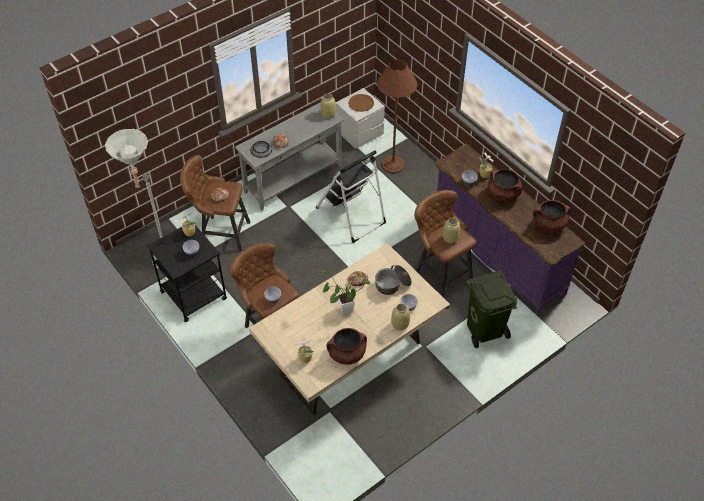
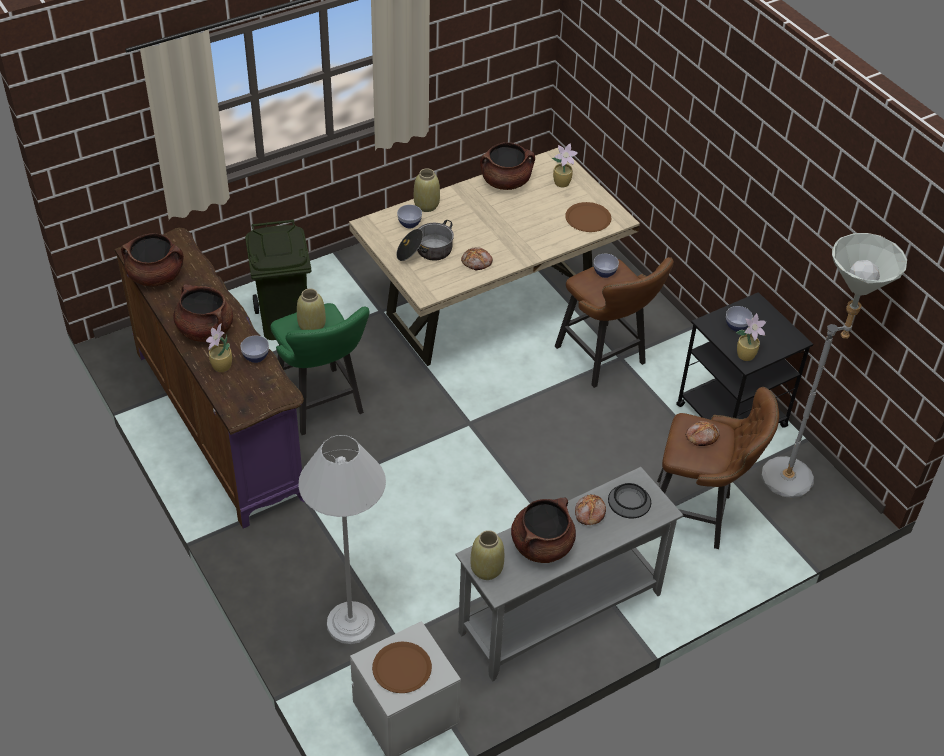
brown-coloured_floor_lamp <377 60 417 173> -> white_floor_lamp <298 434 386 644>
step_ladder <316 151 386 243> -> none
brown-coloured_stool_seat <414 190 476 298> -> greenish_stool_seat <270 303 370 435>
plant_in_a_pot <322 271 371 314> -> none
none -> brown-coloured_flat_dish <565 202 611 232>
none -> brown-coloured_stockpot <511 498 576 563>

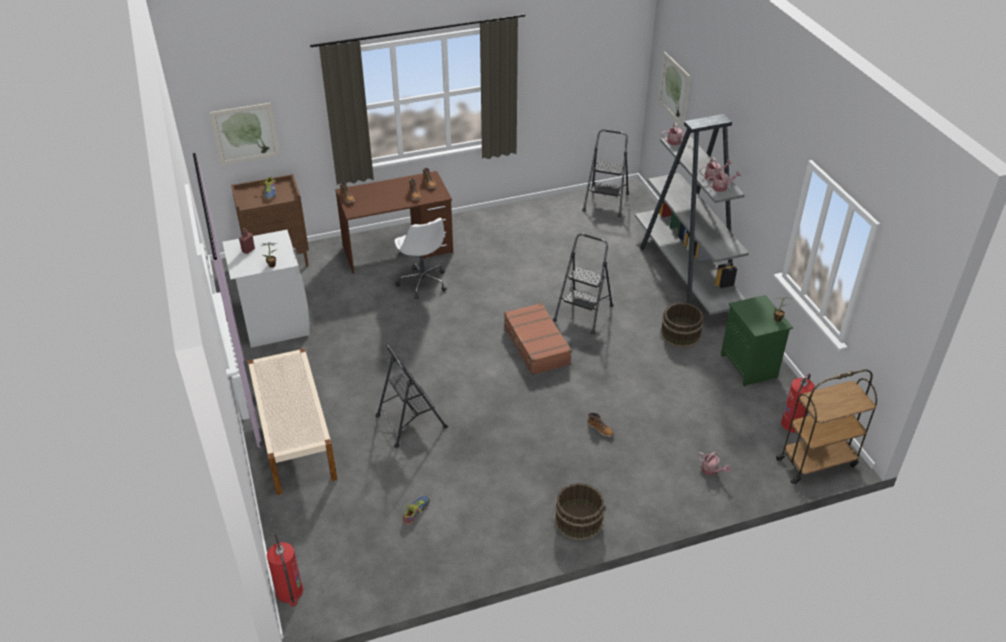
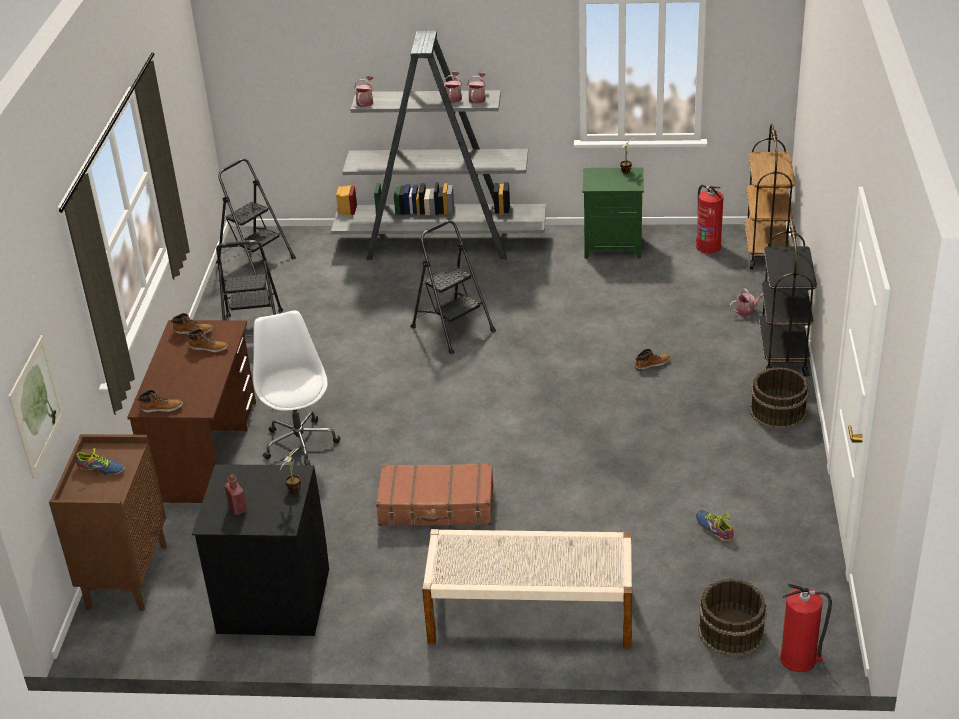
wall_picture <658 52 690 128> -> none
white_office_chair <394 218 447 299> -> white_office_chair <253 310 340 465>, 105 degrees counterclockwise
white_washing_machine <223 230 310 348> -> black_washing_machine <192 464 329 636>
brown-coloured_water_bucket <660 302 704 348> -> brown-coloured_water_bucket <698 579 767 657>, move
brown-coloured_travel_case <504 303 572 375> -> brown-coloured_travel_case <376 463 493 526>, move
black_step_ladder <375 344 448 448> -> black_step_ladder <216 240 283 337>, move
none -> black_trolley <759 217 817 377>

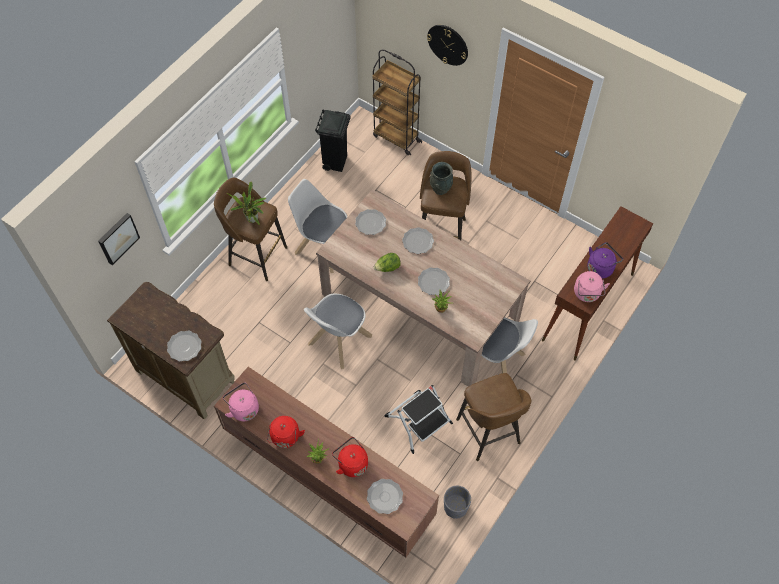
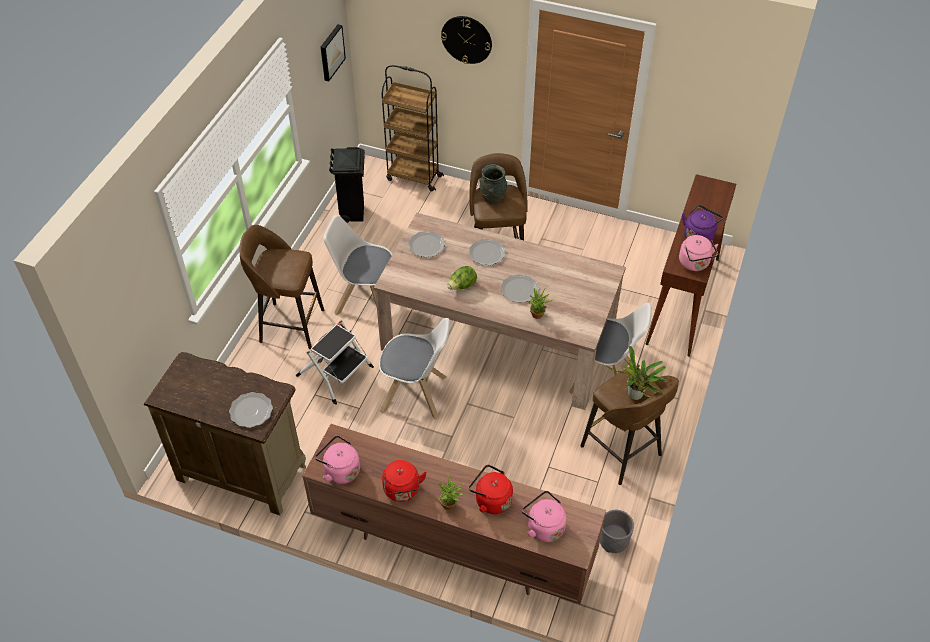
plant_in_a_pot <227 182 266 225> -> plant_in_a_pot <606 346 667 400>, move
wall_picture <98 213 140 265> -> wall_picture <321 24 346 81>, move
chair <304 294 372 369> -> chair <379 318 450 420>, 105 degrees counterclockwise
step_ladder <384 385 453 454> -> step_ladder <296 320 374 405>, move
flat_dish <367 479 403 514> -> pink_kettle <522 491 566 542>

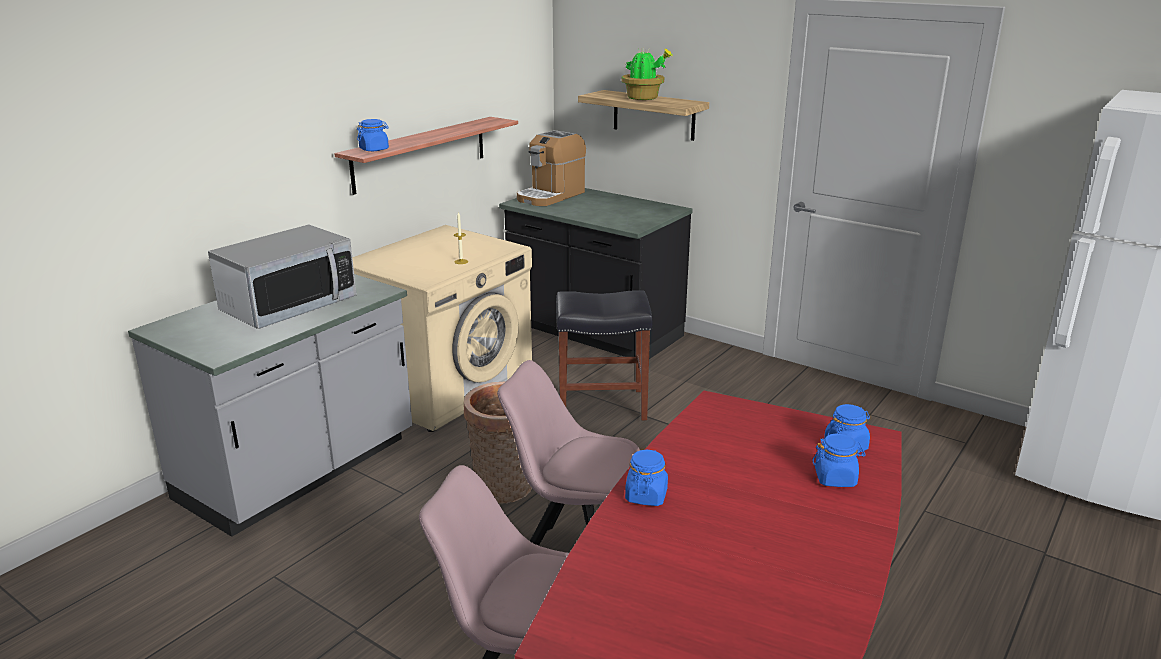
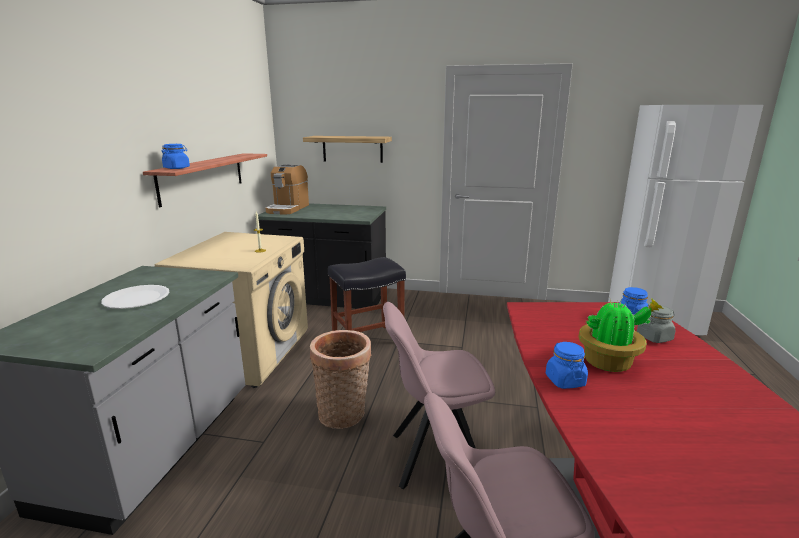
plant_in_a_pot <621 48 672 100> -> plant_in_a_pot <578 298 664 372>, move
microwave_oven <208 224 356 329> -> white_flat_dish <101 285 170 309>
blue_preserve_jar <812 434 866 487> -> grey_preserve_jar <637 305 675 343>

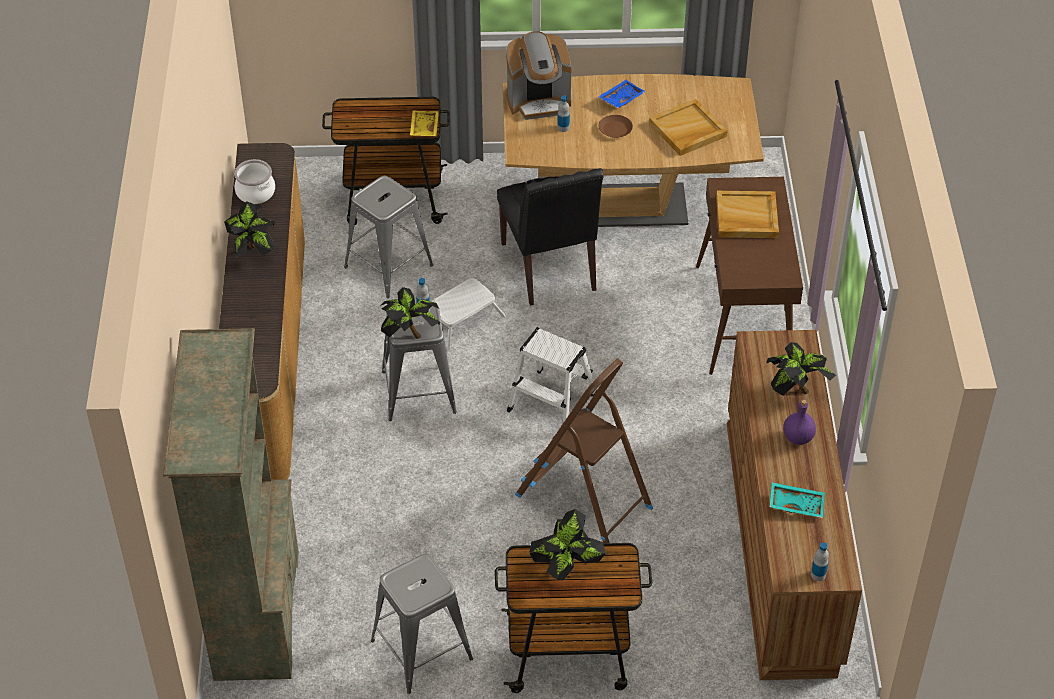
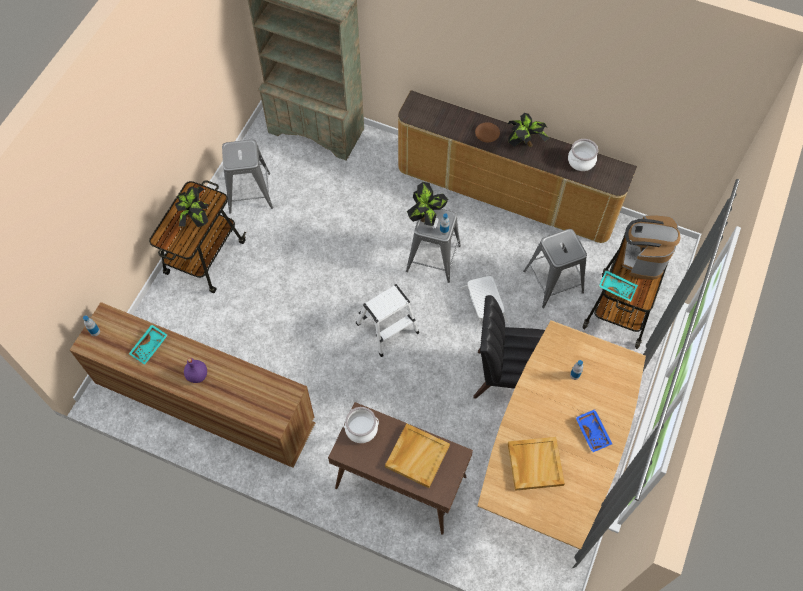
coffee_brewer <506 31 572 120> -> coffee_brewer <622 215 680 280>, move
yellow_tray <410 110 439 137> -> turquoise-coloured_tray <599 270 638 302>
brown-coloured_flat_dish <598 115 633 138> -> brown-coloured_flat_dish <475 122 500 142>, move
plant_in_a_pot <766 342 836 396> -> none
brown-coloured_step_ladder <515 358 653 543> -> none
none -> stockpot <343 407 379 443>

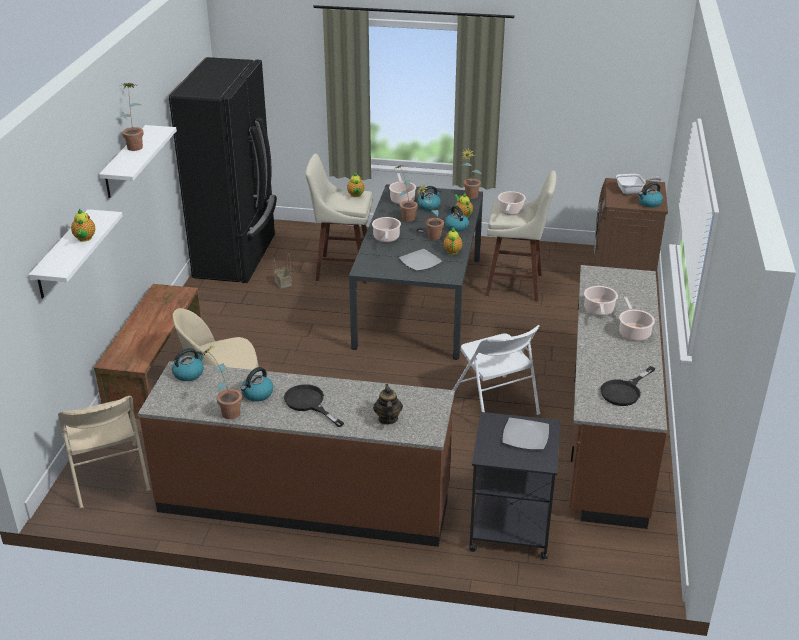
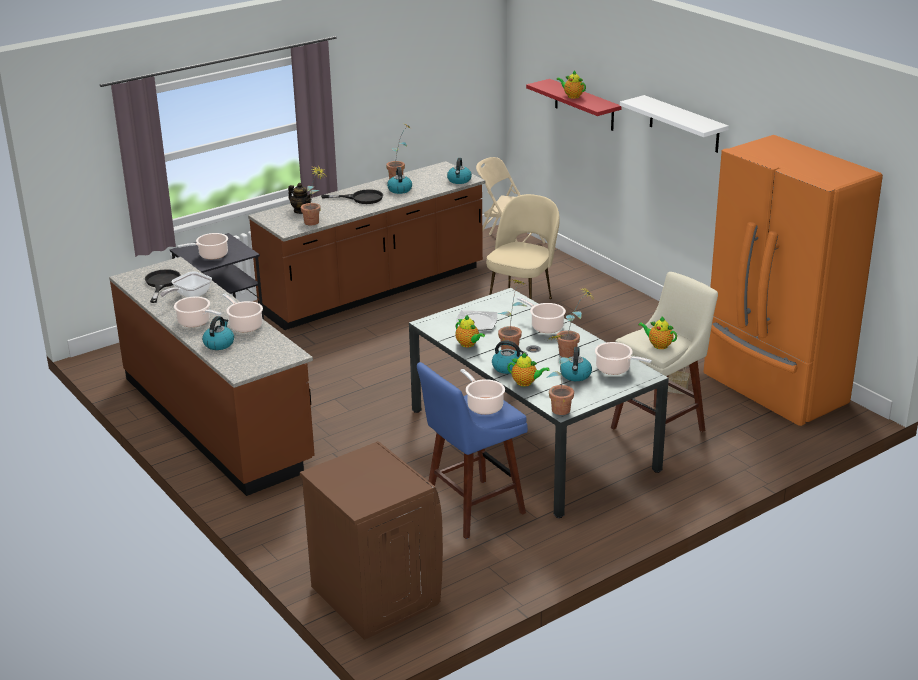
black_kitchen_fridge <169 57 277 283> -> orange_kitchen_fridge <704 135 883 426>
plant_in_a_pot <118 83 143 151> -> plant_in_a_pot <300 167 326 225>, move
beige-coloured_stool_seat <485 171 556 301> -> blue_stool_seat <417 362 528 539>
pan <616 174 662 194> -> pan <160 271 212 297>, move
kettle <639 182 663 208> -> kettle <202 316 234 350>, move
white_bracket_shelf <29 209 123 299> -> reddish_bracket_shelf <526 79 622 131>
brown-coloured_long_seat <94 284 202 418> -> none
white_chair <452 325 540 415> -> none
flat_dish <502 418 549 450> -> stockpot <178 233 228 259>

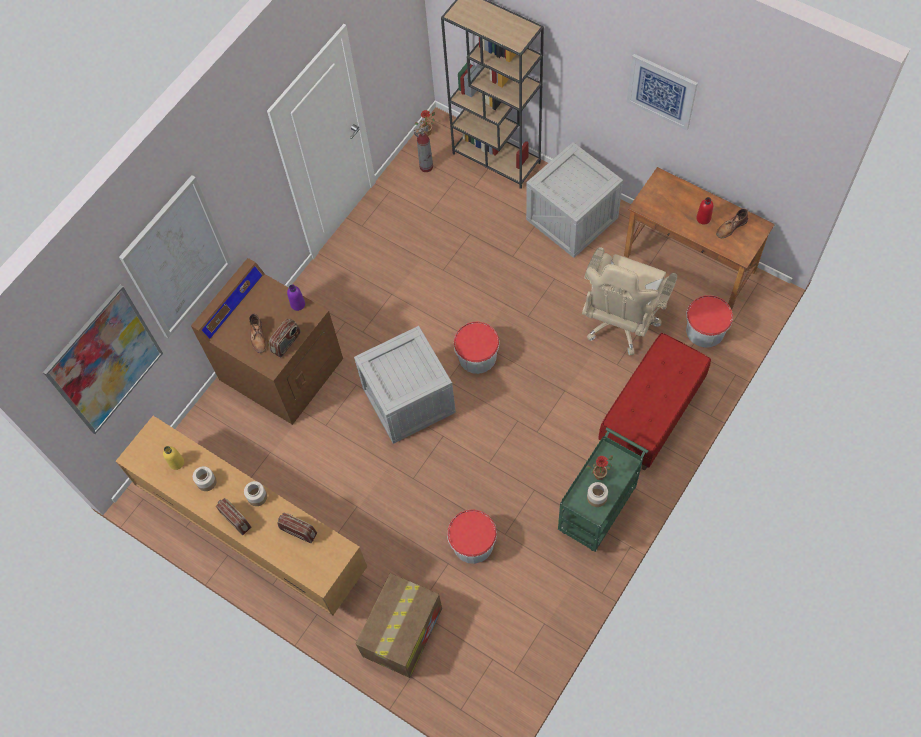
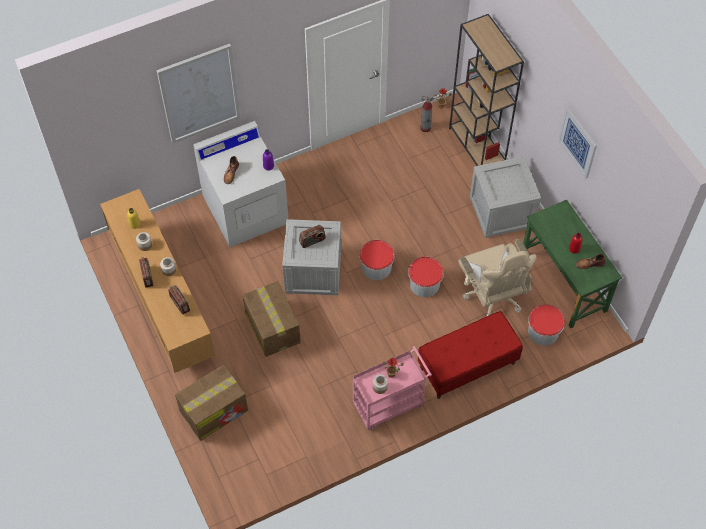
brown-coloured_desk <624 167 775 310> -> greenish_desk <523 200 622 328>
beige-coloured_office_chair <582 247 677 356> -> beige-coloured_office_chair <459 239 537 317>, 75 degrees counterclockwise
brown-coloured_washing_machine <191 258 343 425> -> white_washing_machine <193 121 288 247>
wall_picture <43 285 163 434> -> none
radio_set <269 319 301 357> -> radio_set <299 225 326 248>, move
greenish_trolley <558 427 649 552> -> pink_trolley <353 346 432 430>
water_bucket <447 509 497 564> -> water_bucket <408 257 444 297>, move
none -> carton <243 281 301 357>

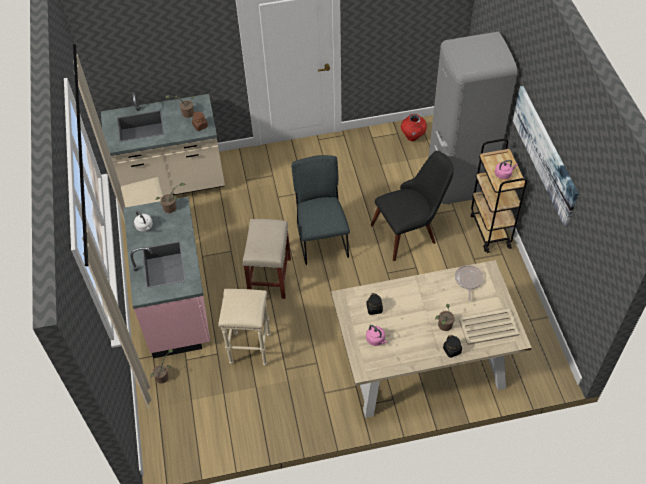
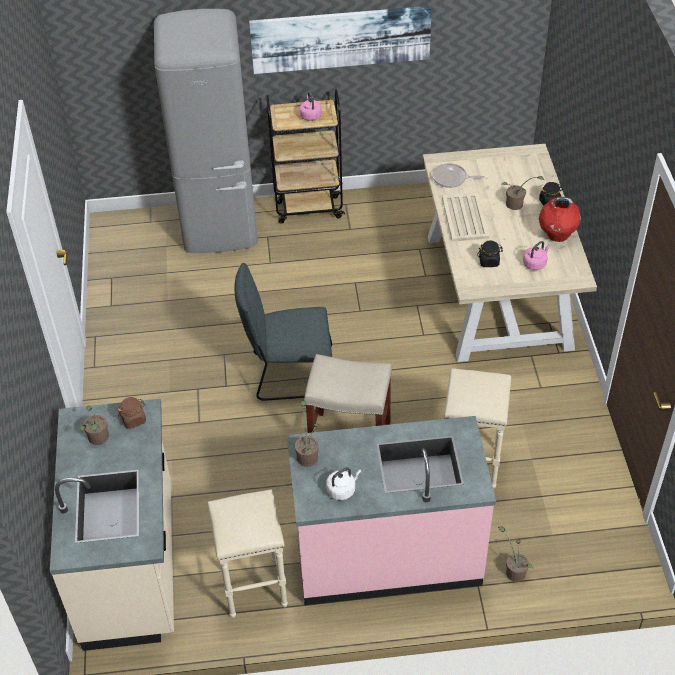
reddish_vase <401 114 427 141> -> reddish_vase <539 197 581 242>, move
black_chair <371 151 453 261> -> none
beige-coloured_tray <459 309 519 345> -> beige-coloured_tray <442 193 489 242>, move

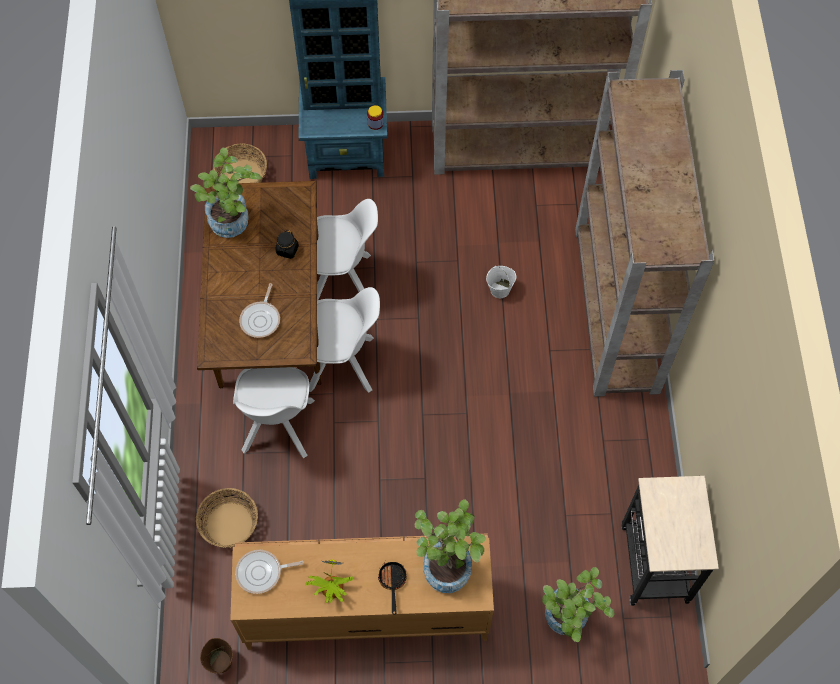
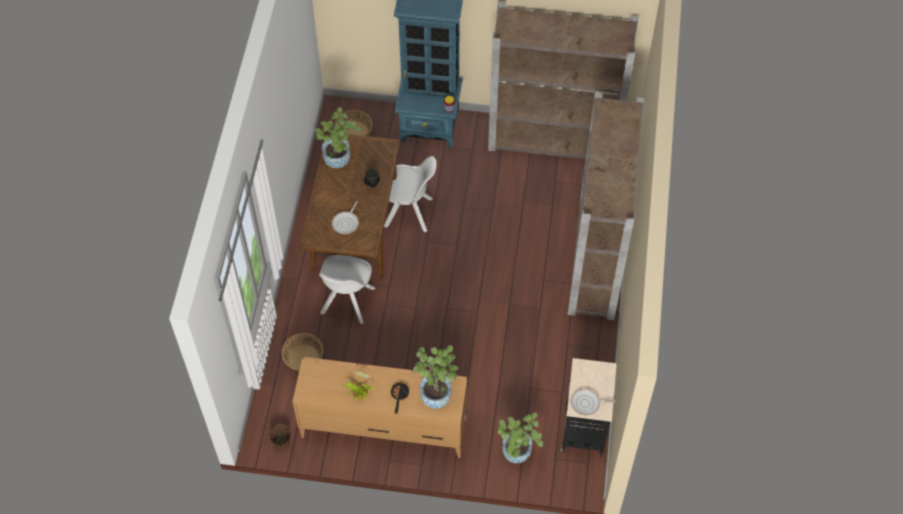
white_water_bucket <486 266 516 298> -> none
white_chair <309 287 380 393> -> none
pan <235 550 304 594> -> pan <570 389 616 415>, move

